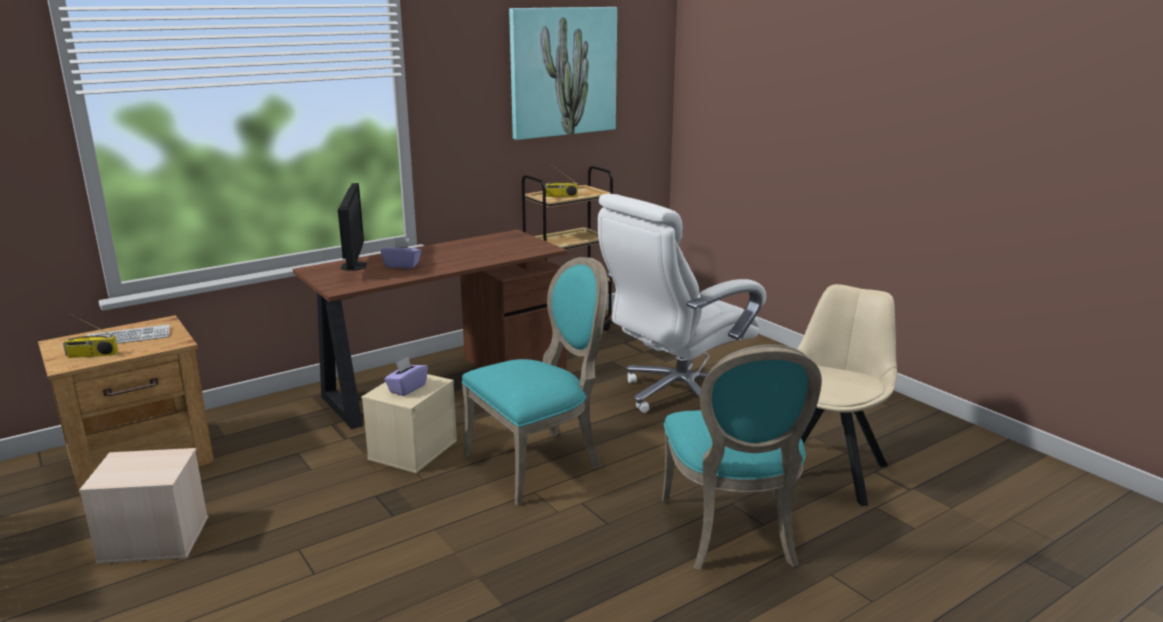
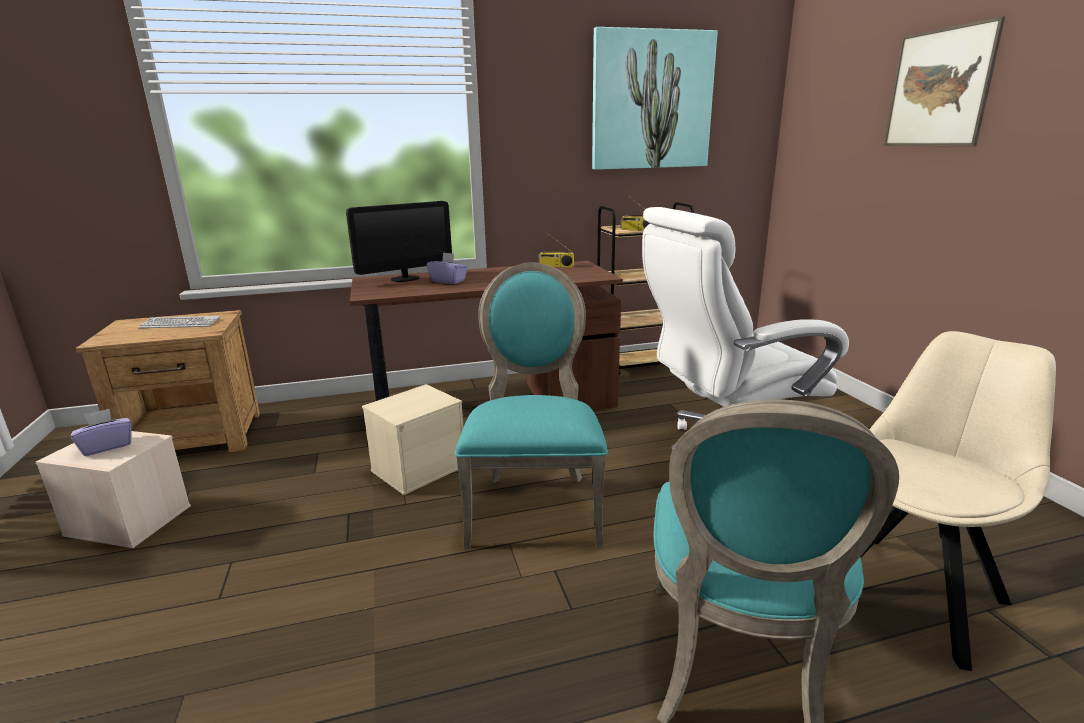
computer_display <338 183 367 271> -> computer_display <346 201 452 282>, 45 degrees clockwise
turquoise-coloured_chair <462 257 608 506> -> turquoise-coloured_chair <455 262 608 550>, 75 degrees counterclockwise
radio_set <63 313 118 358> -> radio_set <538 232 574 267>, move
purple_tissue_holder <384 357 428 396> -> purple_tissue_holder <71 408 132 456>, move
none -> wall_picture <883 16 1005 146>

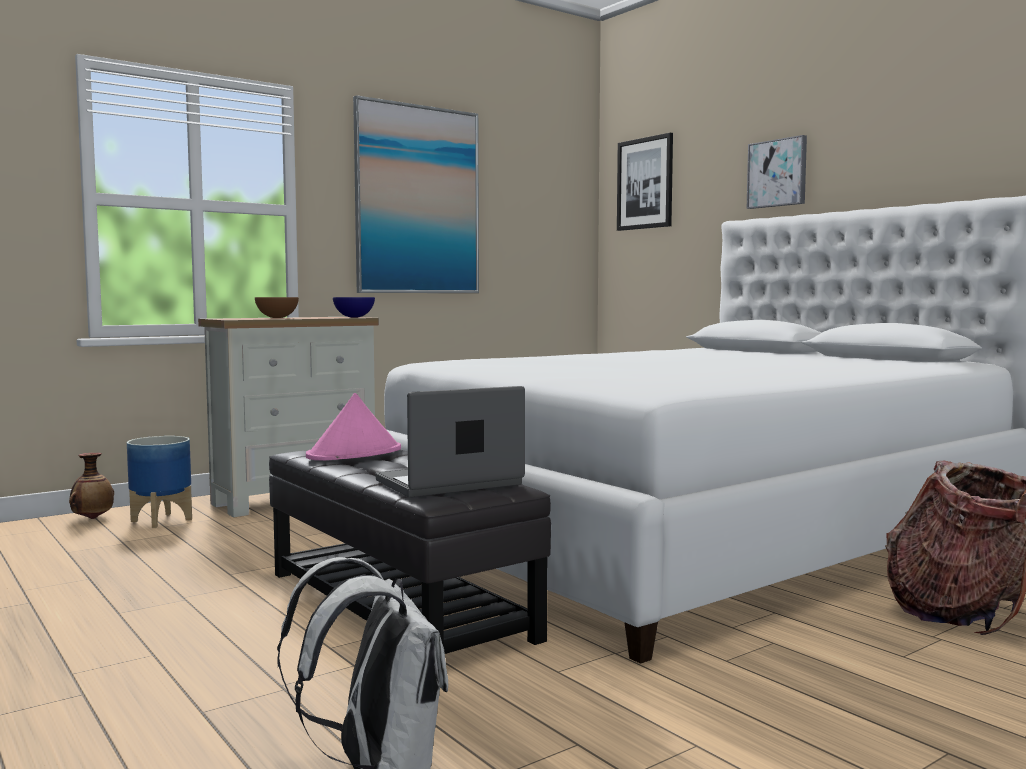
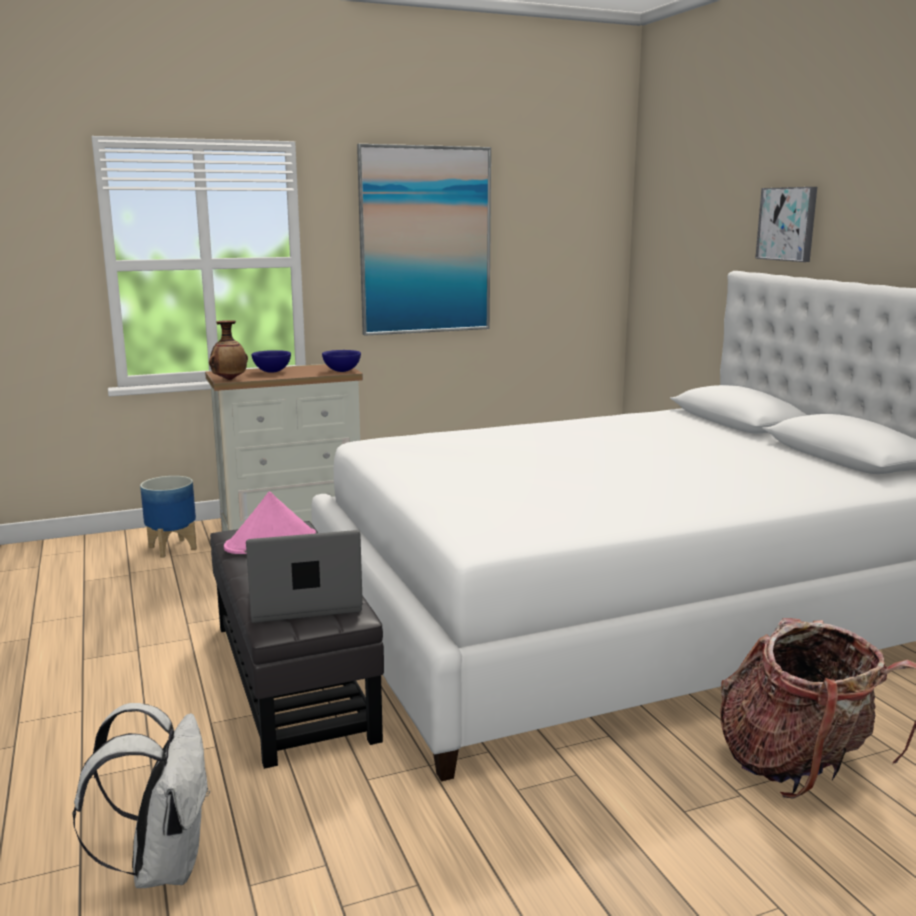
wall_picture <617 133 673 231> -> none
brown-coloured_bowl <255 297 299 318> -> blue_bowl <251 350 291 373>
vase <69 453 114 519> -> vase <209 320 248 380>, move

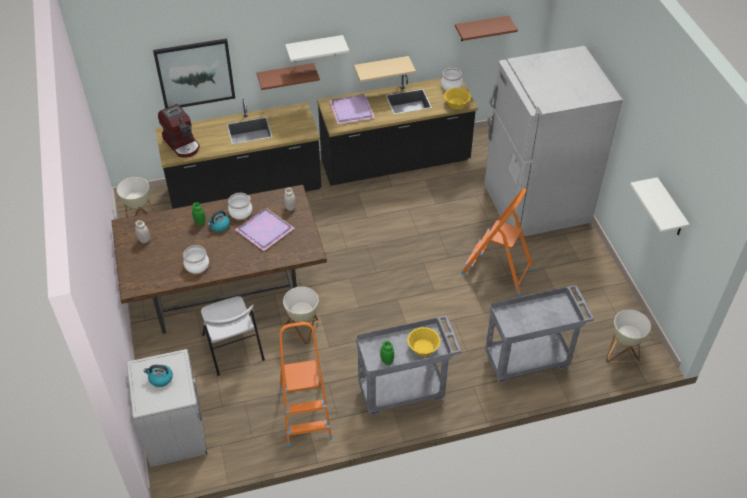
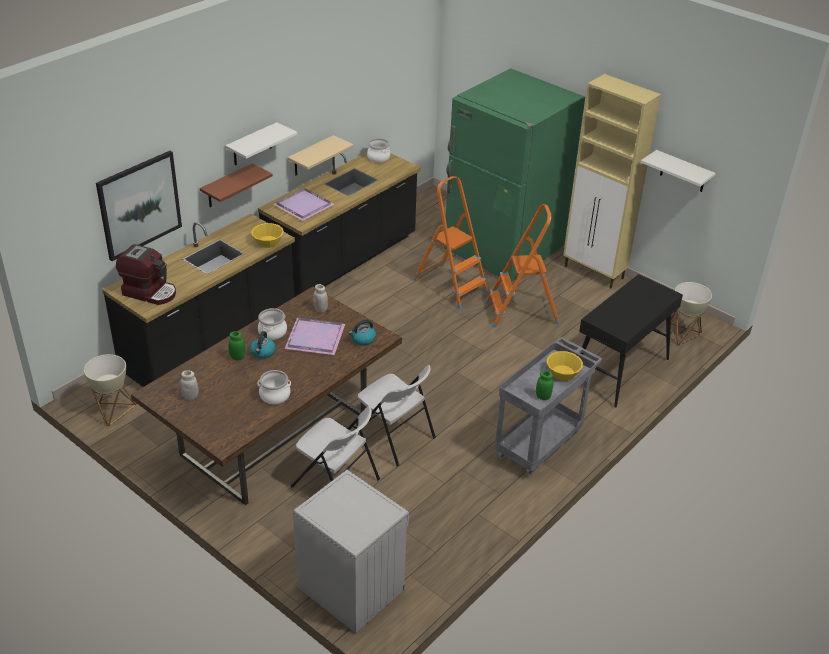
brown-coloured_bracket_shelf <455 16 518 41> -> none
white_kitchen_fridge <484 46 623 237> -> greenish_kitchen_fridge <444 69 585 282>
yellow_bowl <444 88 471 109> -> yellow_bowl <251 223 284 248>, move
grey_trolley <485 285 594 383> -> black_console_table <579 274 683 408>
plant_pot <283 286 319 344> -> white_chair <356 365 436 467>
orange_step_ladder <279 322 332 446> -> orange_step_ladder <413 176 488 309>, move
kettle <143 365 173 387> -> kettle <349 319 376 346>, move
none -> beige-coloured_cabinet <563 74 661 289>

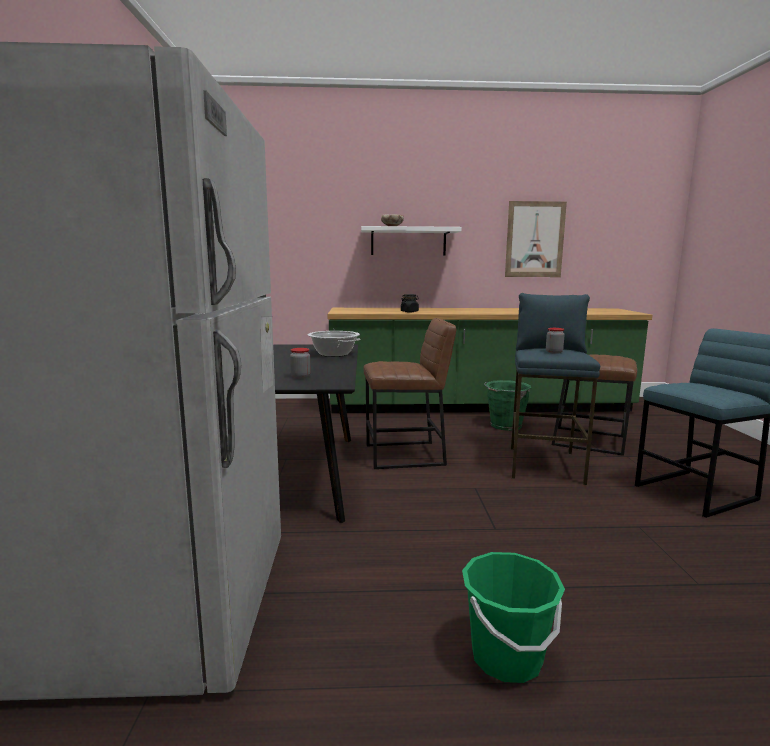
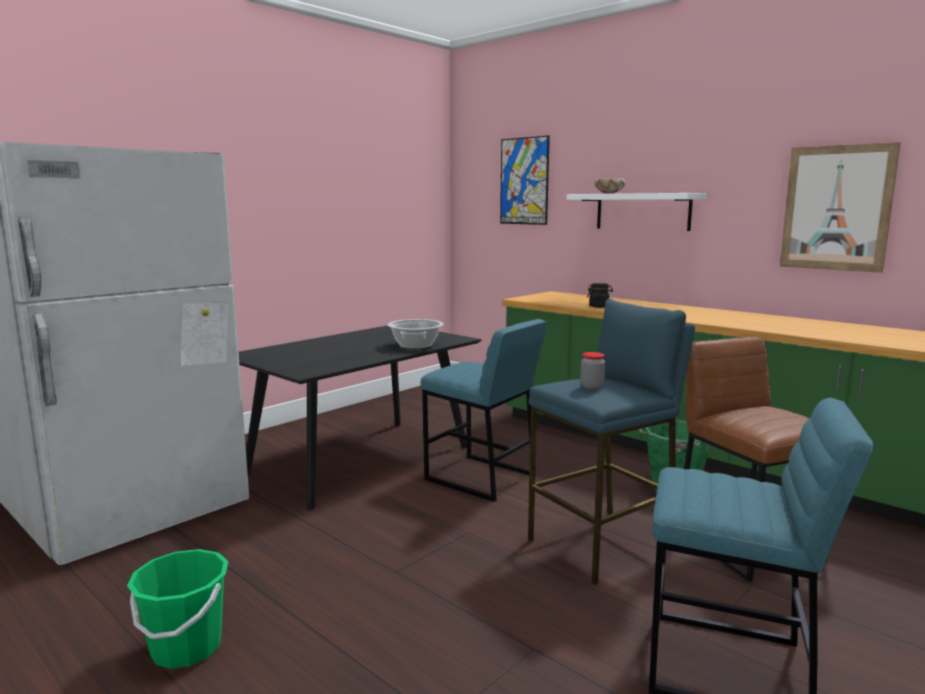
brown-coloured_chair <364 318 456 469> -> blue_stool_seat <421 319 547 502>
preserve_jar <290 348 311 379> -> none
none -> wall_picture <500 135 550 225>

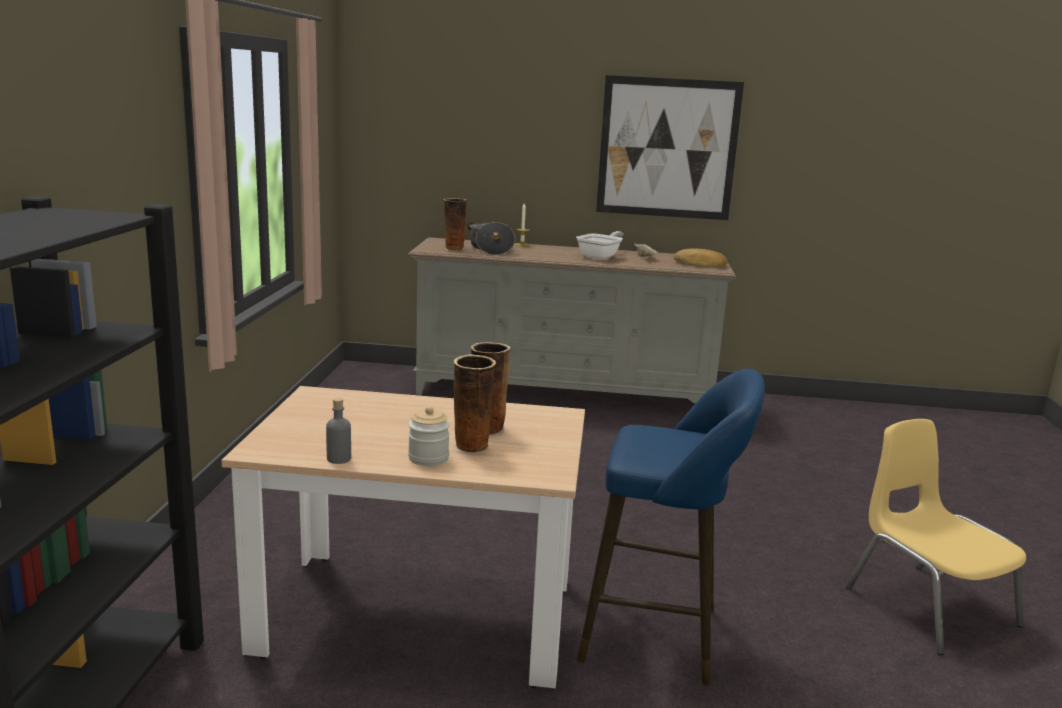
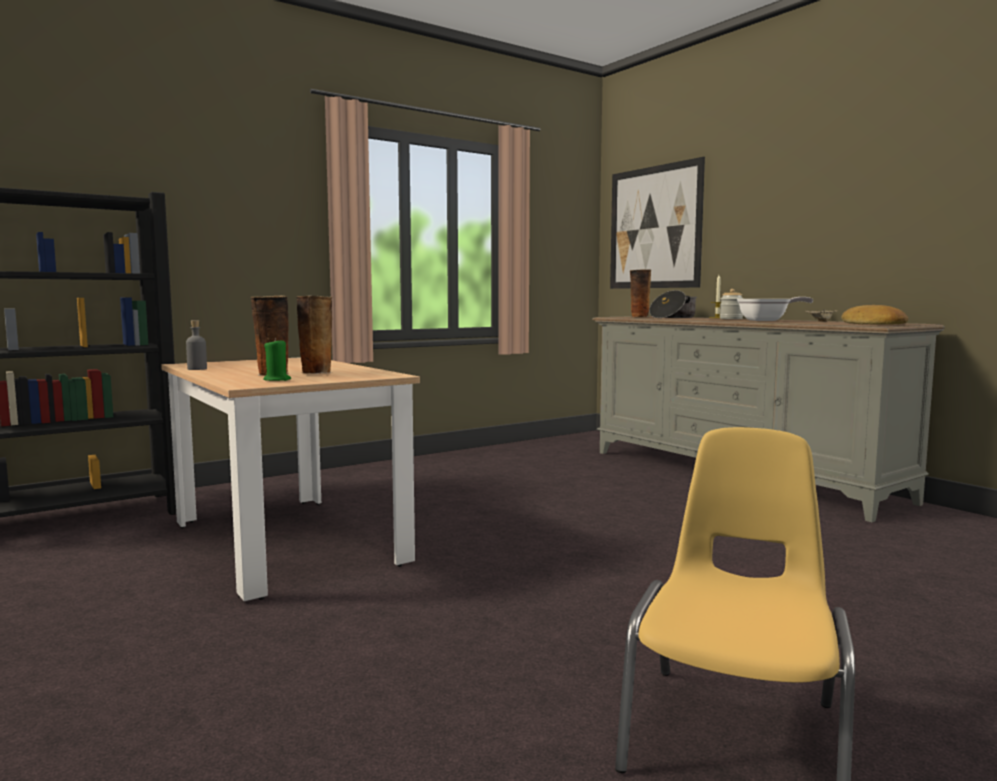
wall_picture <596 75 744 220> -> wall_picture <610 157 705 289>, move
blue_stool_seat <577 369 765 686> -> none
preserve_jar <408 406 450 466> -> preserve_jar <720 289 743 319>, move
none -> greenish_wax_light <263 338 291 381>

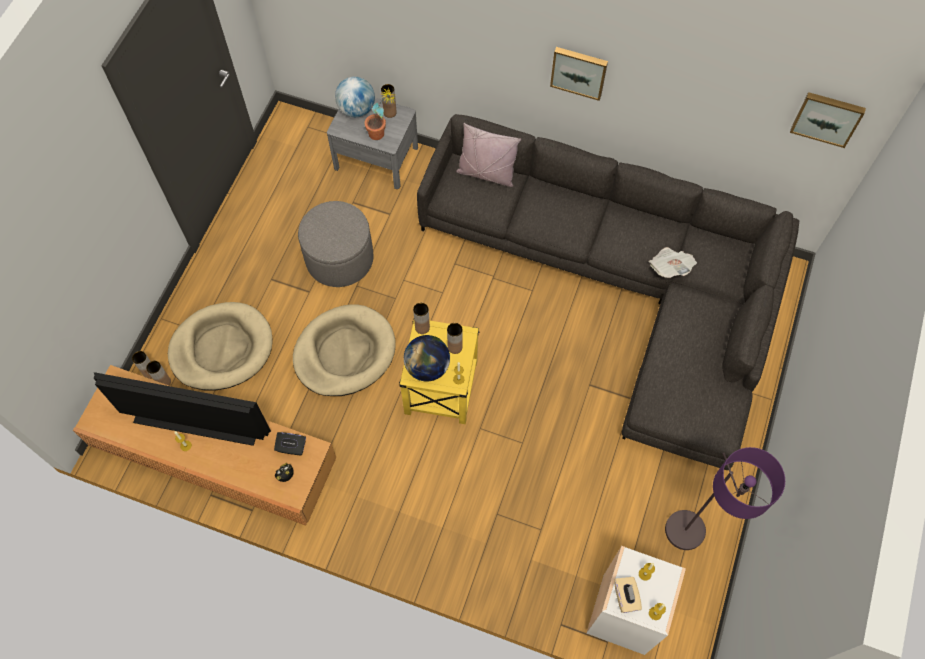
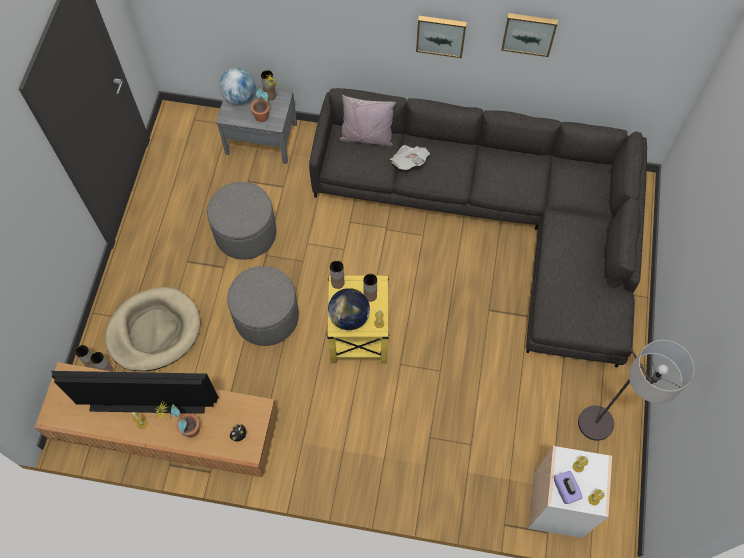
wall_picture <790 92 866 148> -> wall_picture <501 13 558 57>, move
printed_paper <648 247 697 278> -> printed_paper <390 145 430 170>, move
beige-coloured_dog_cushion <293 304 396 396> -> grey_pouffe <227 266 299 346>
black_tissue_holder <274 432 306 455> -> none
purple_floor_lamp <665 447 785 550> -> grey_floor_lamp <578 340 694 441>
beige-coloured_tissue_holder <614 577 642 613> -> purple_tissue_holder <554 471 583 504>
none -> plant_in_a_pot <155 402 200 438>

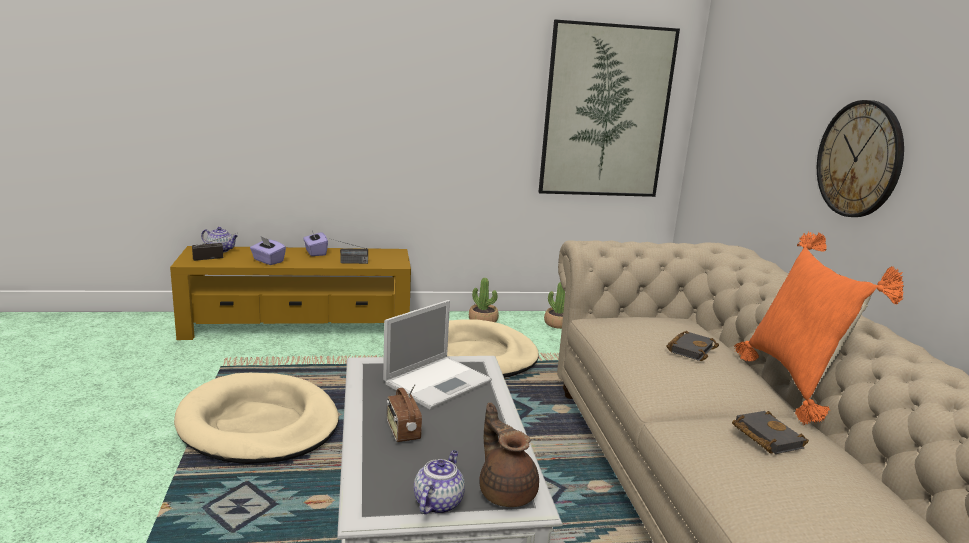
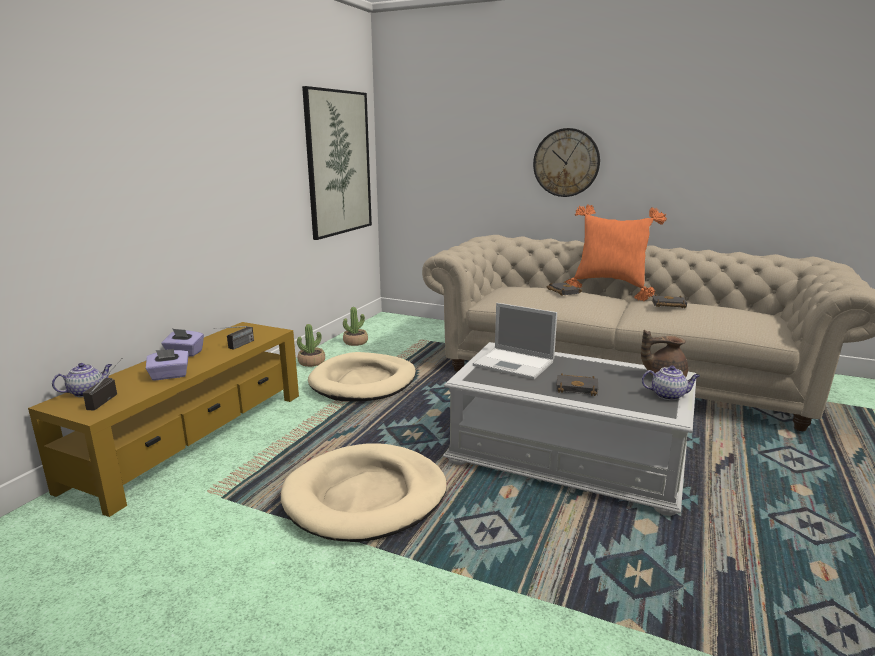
portable_computer <383 300 492 410> -> portable_computer <473 303 557 379>, 135 degrees clockwise
radio_set <387 384 422 442> -> black_volume <556 374 598 396>
pot_for_tea <414 450 465 514> -> pot_for_tea <642 365 700 400>, 135 degrees clockwise

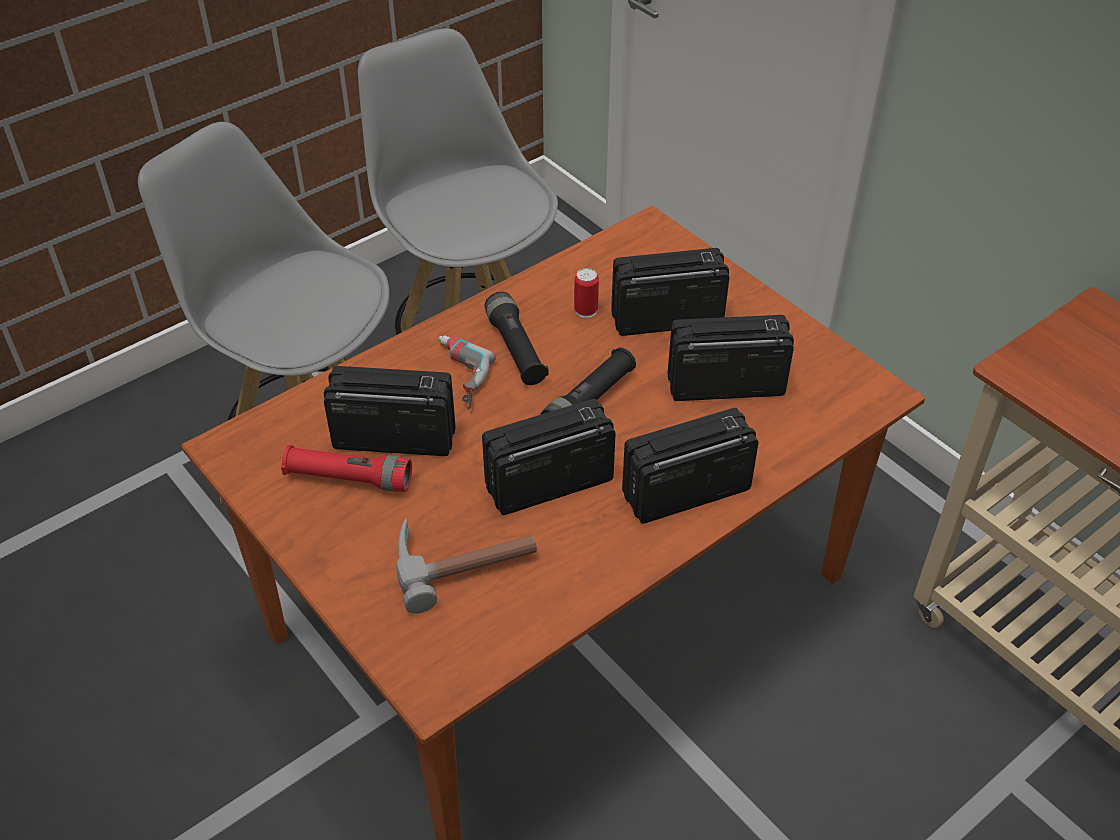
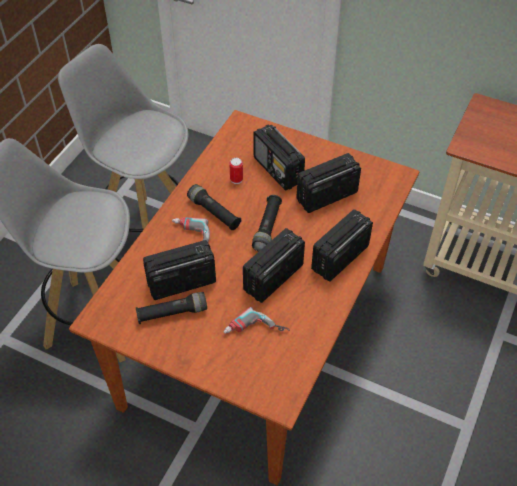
radio_set <611 248 729 336> -> radio_set <253 125 305 191>, 90 degrees counterclockwise
reddish_torch <281 445 412 492> -> black_torch <136 292 207 324>
tool_hammer <396 519 537 614> -> drill <224 307 290 334>

